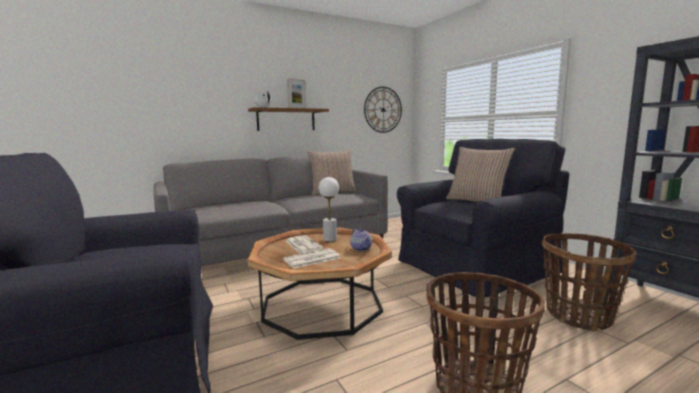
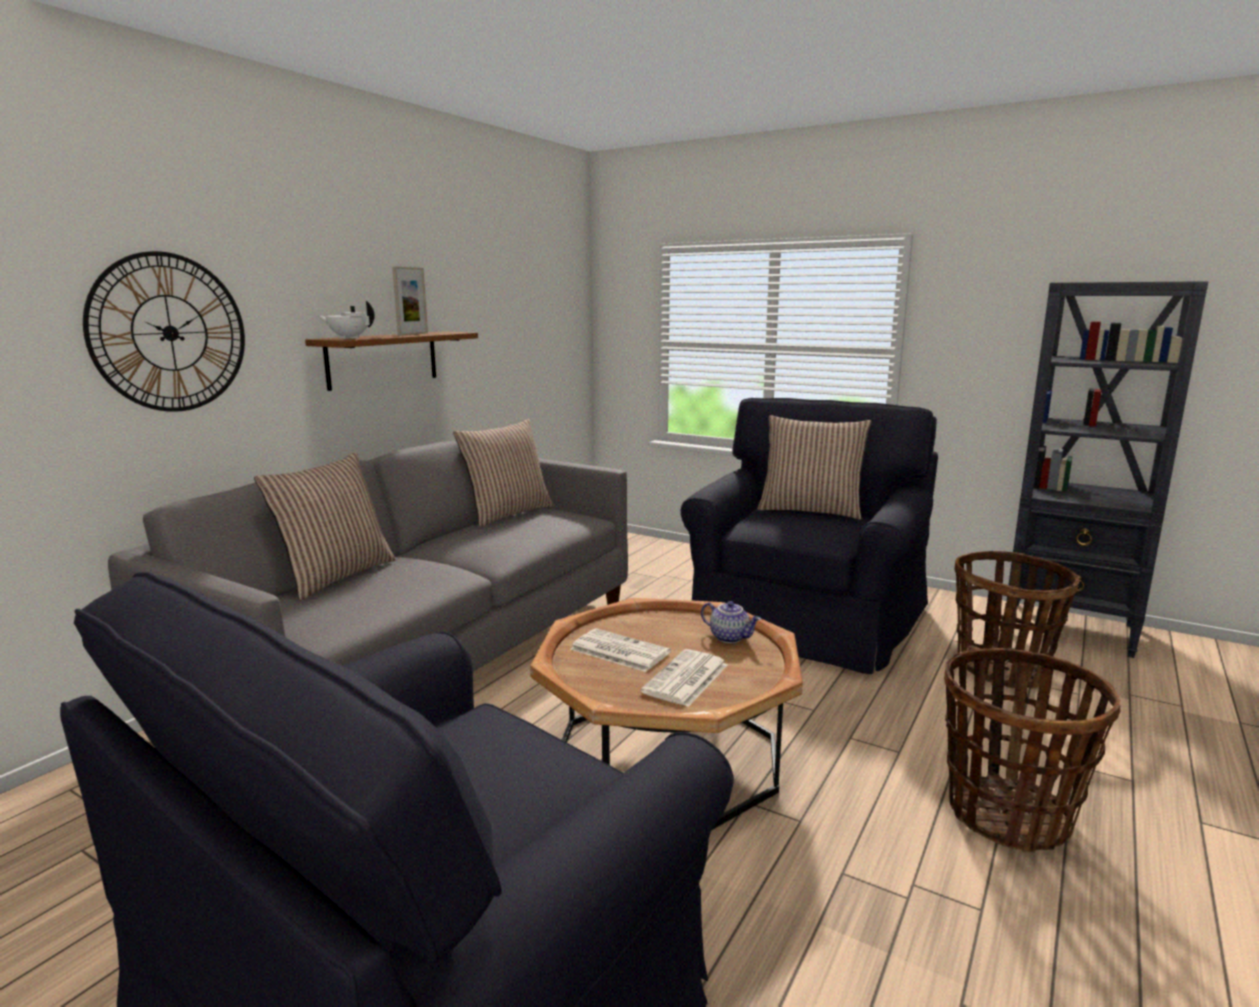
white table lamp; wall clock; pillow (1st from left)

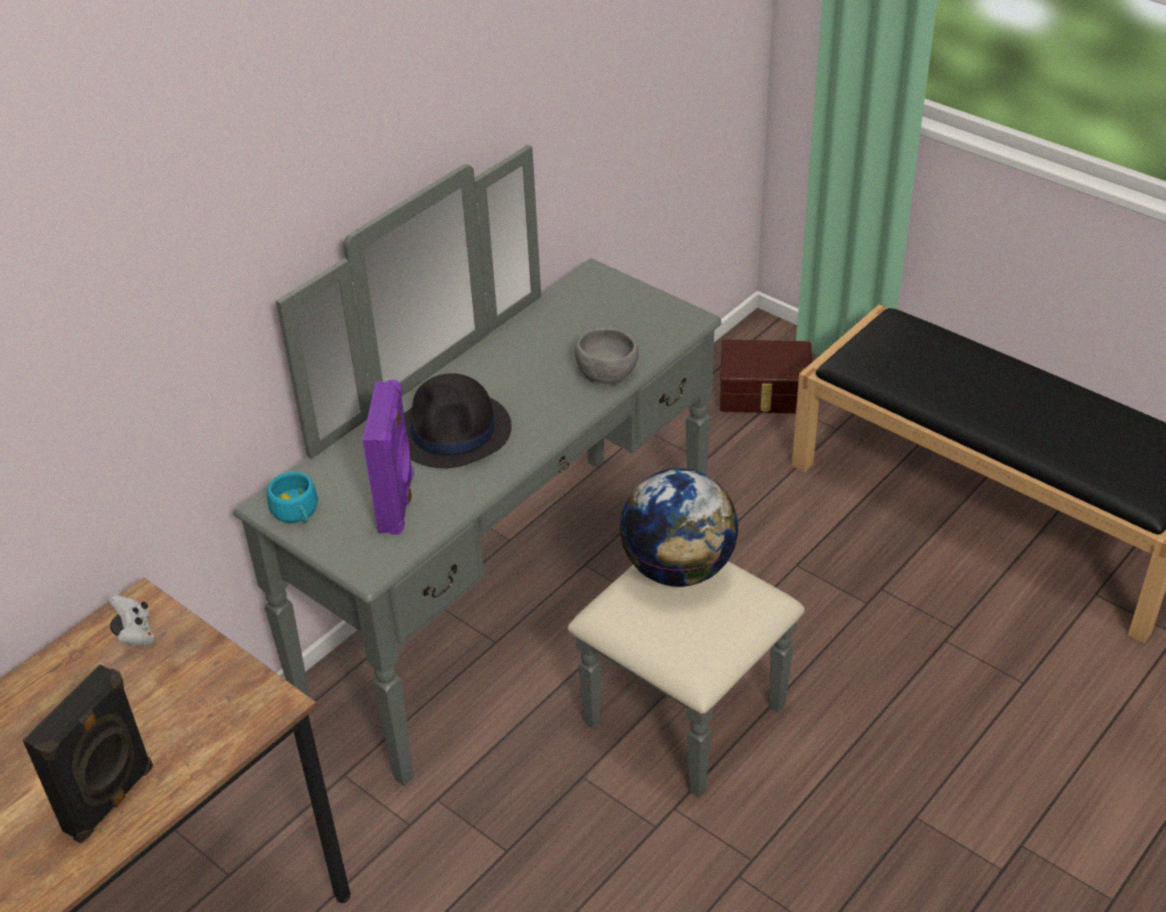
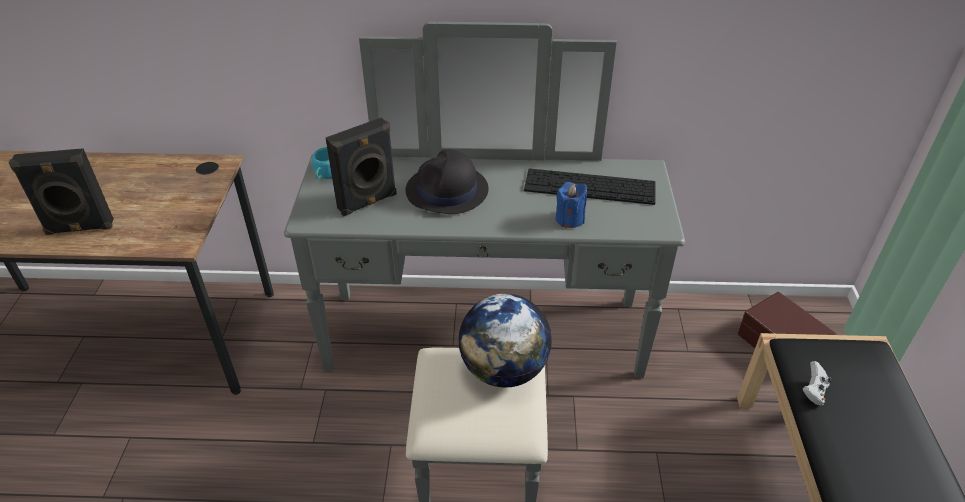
white game controller; black speaker (2nd from left); blue candle; keyboard

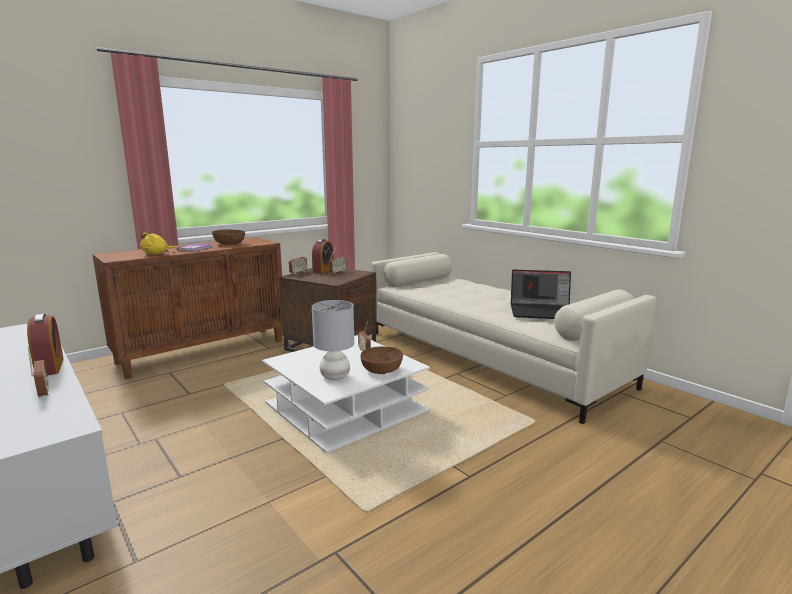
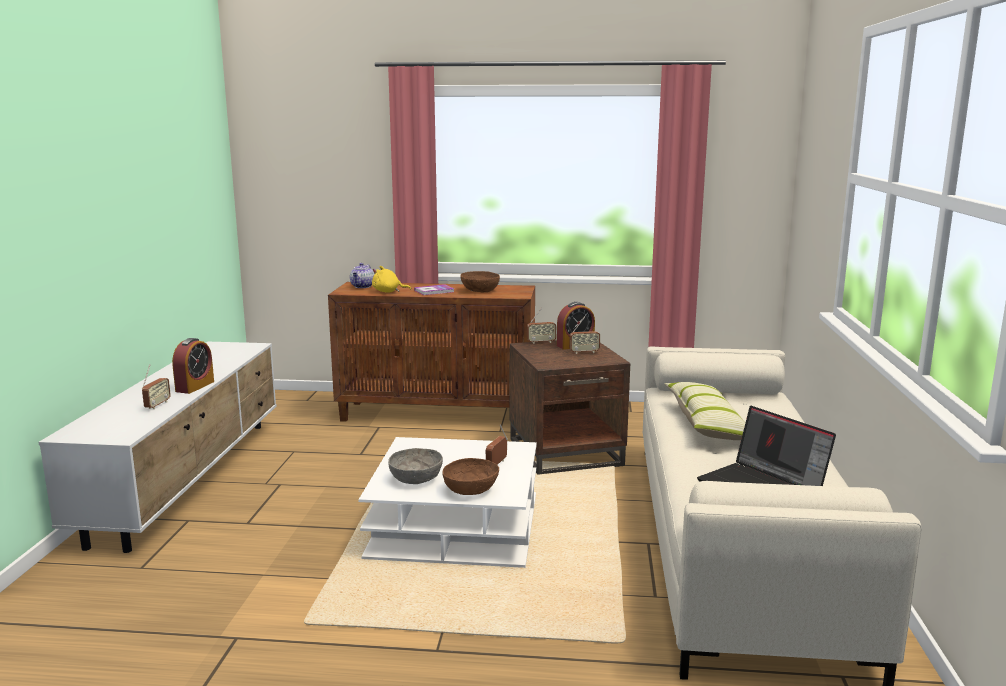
grey bowl; teapot; pillow

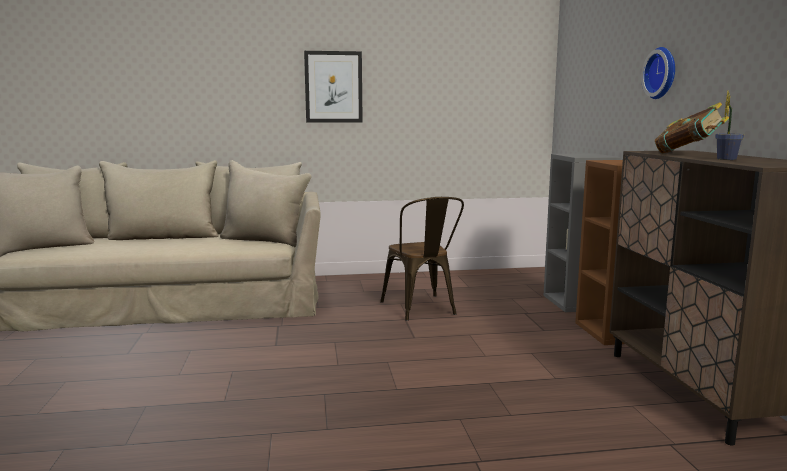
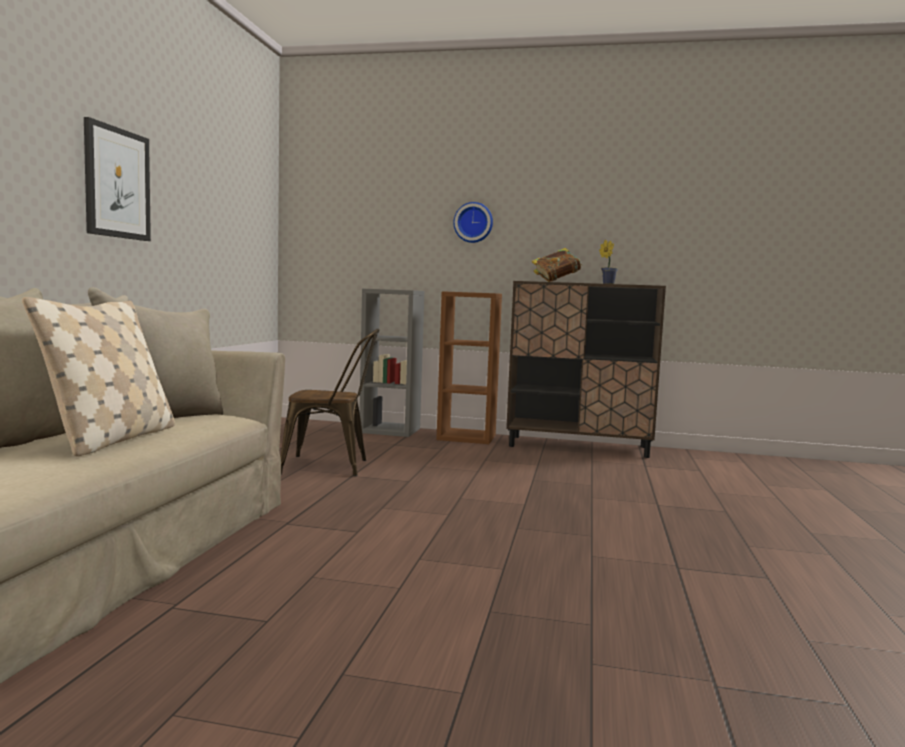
beige pillow

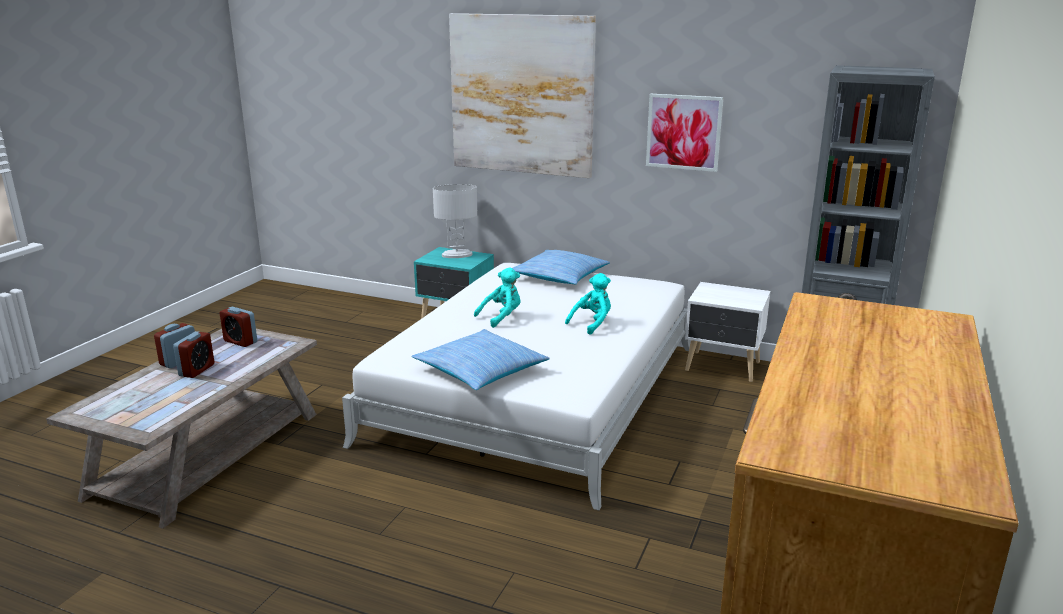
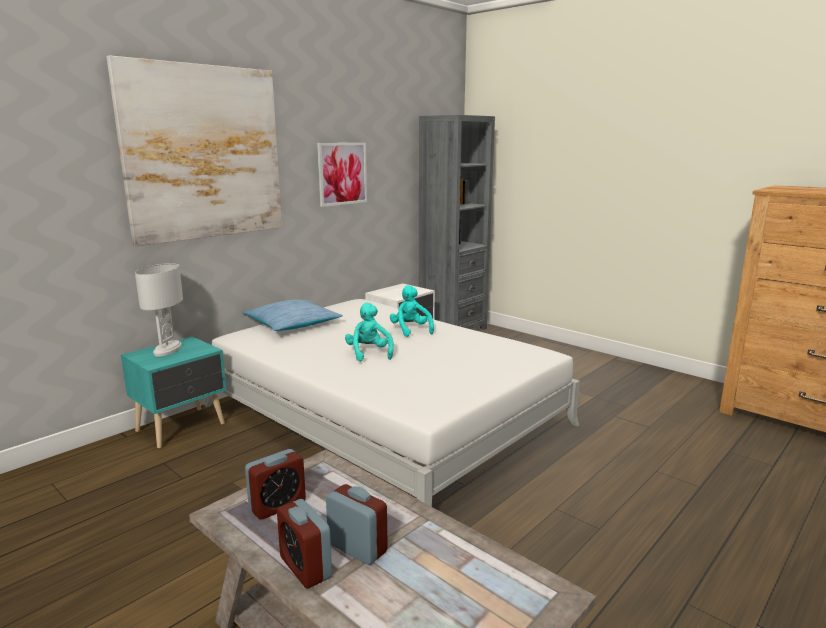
pillow (1st from left in the first image)

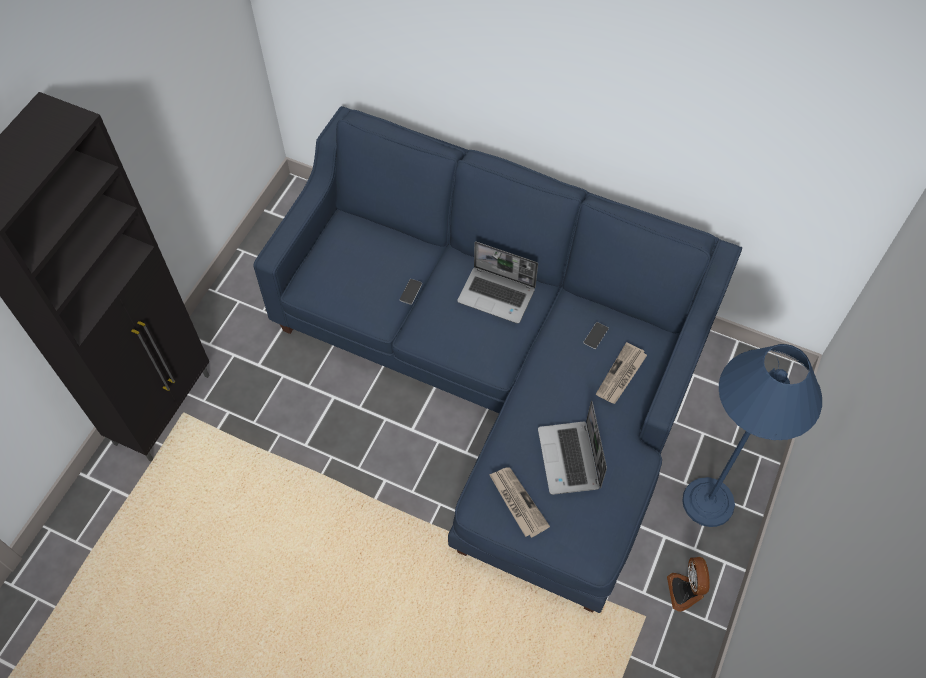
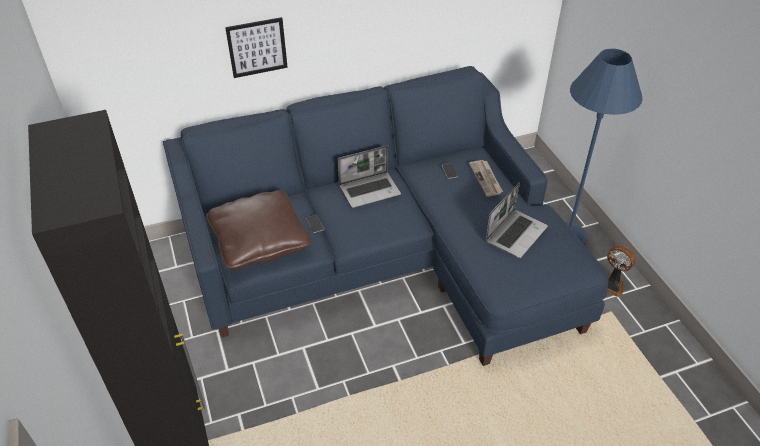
newspaper (1st from left in the first image); laptop (2nd from left); brown pillow; picture

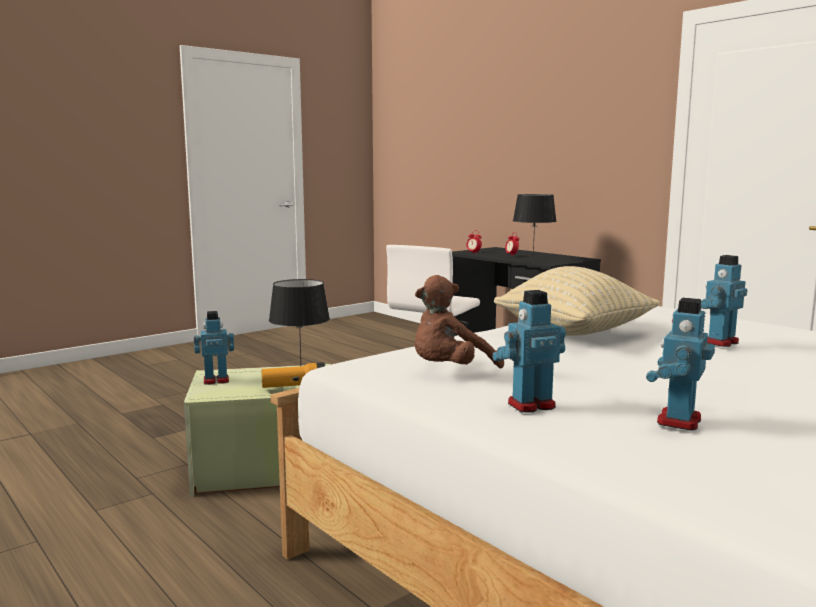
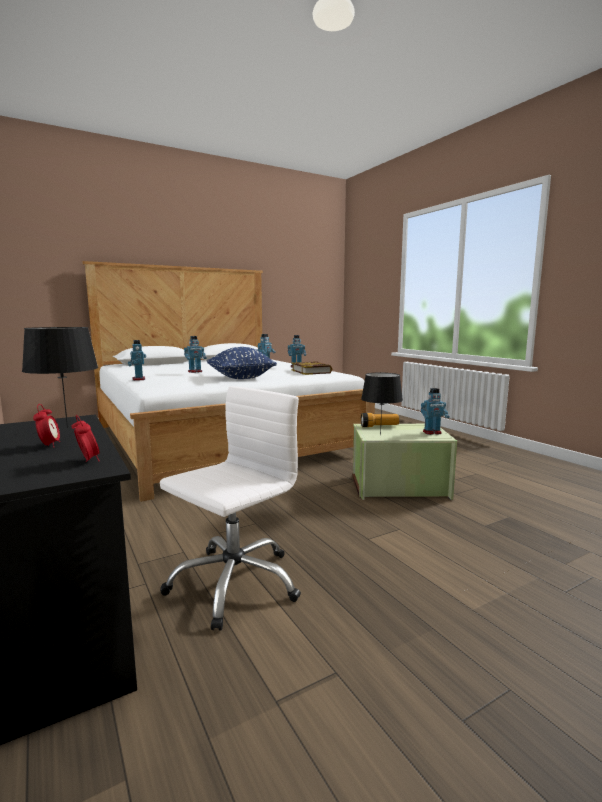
book; blue pillow; toy robot (1st from left)

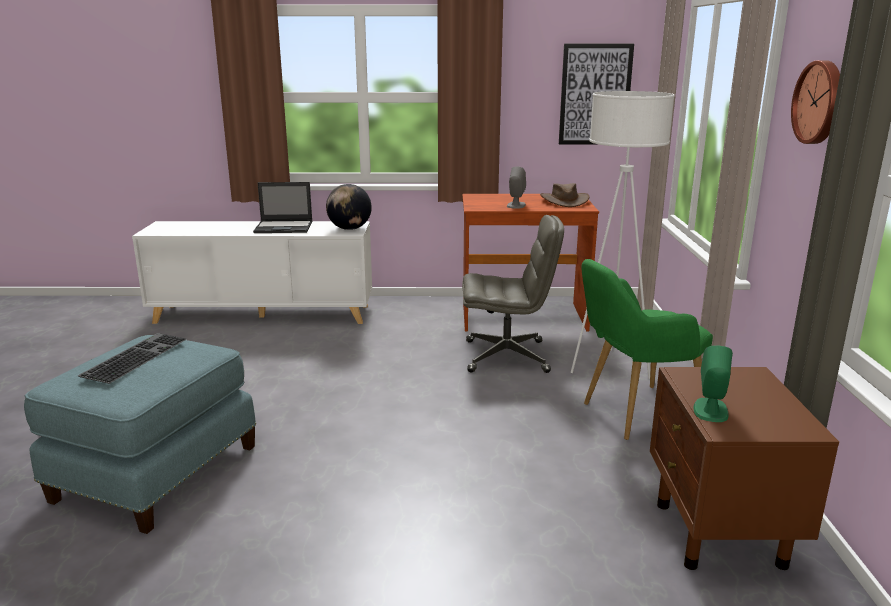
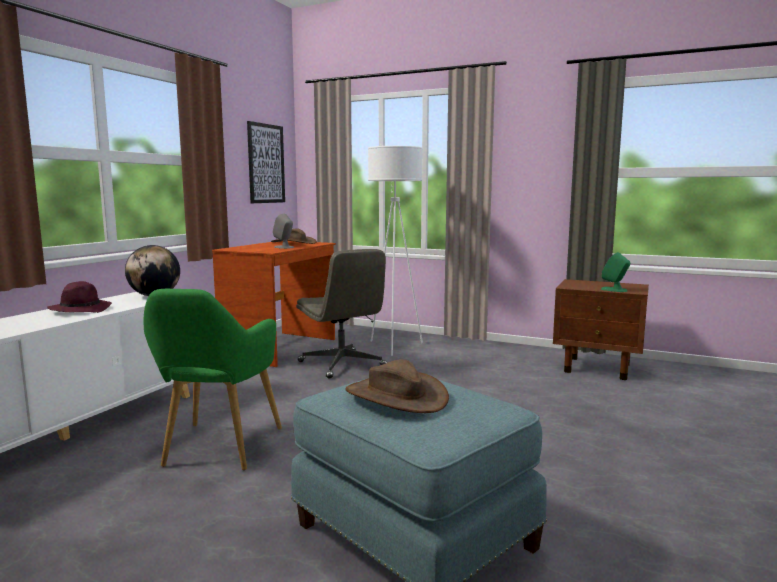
brown hat (2nd from left); purple hat; grey office chair; green armchair; wall clock

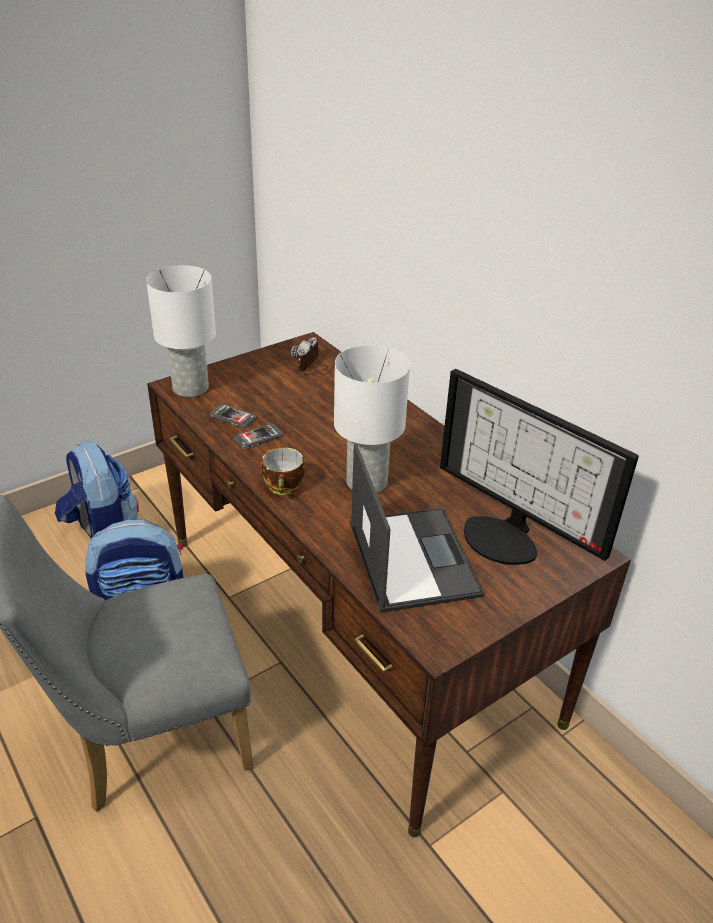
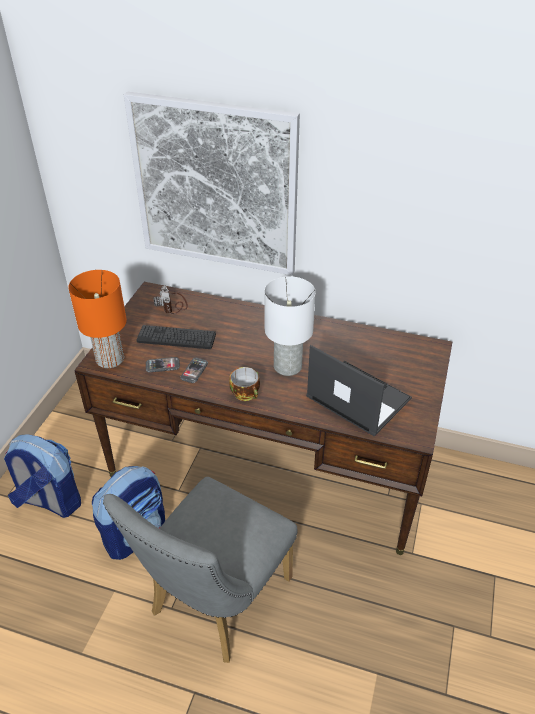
orange table lamp; monitor; picture; keyboard

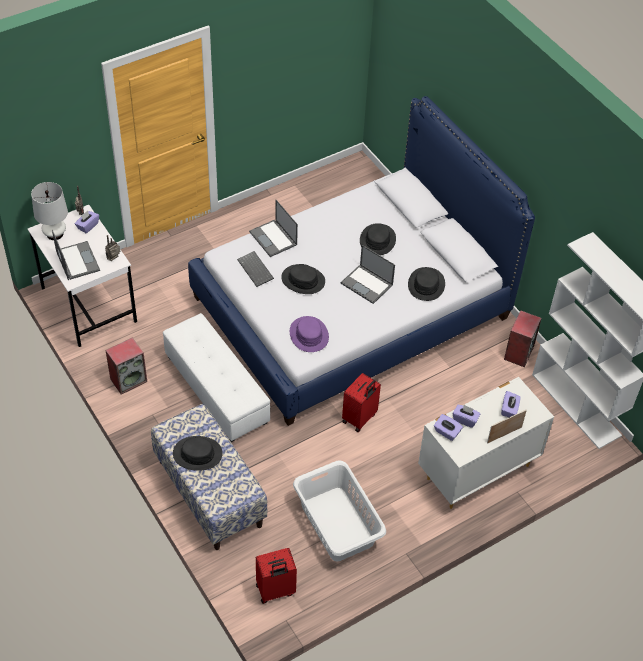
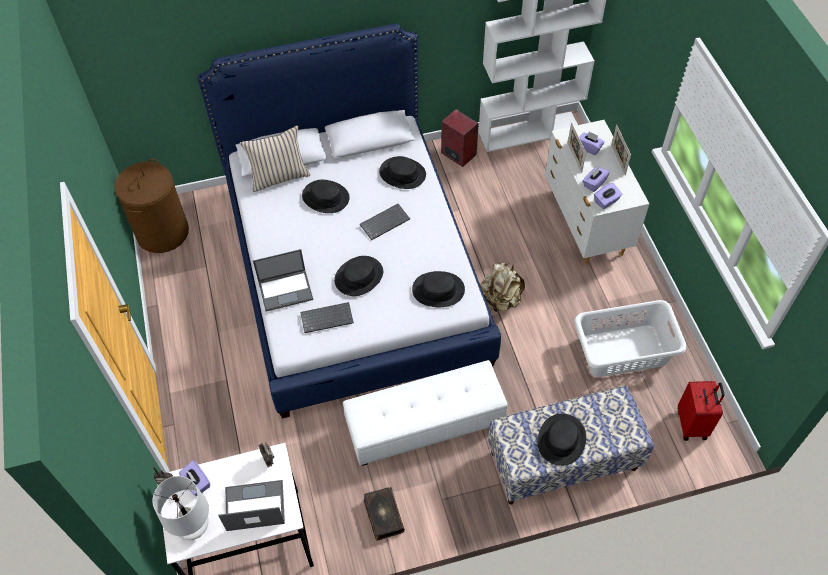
book; black hat (4th from left); keyboard (2nd from left); beige backpack; brown laundry basket; beige pillow; picture frame (1st from left)

